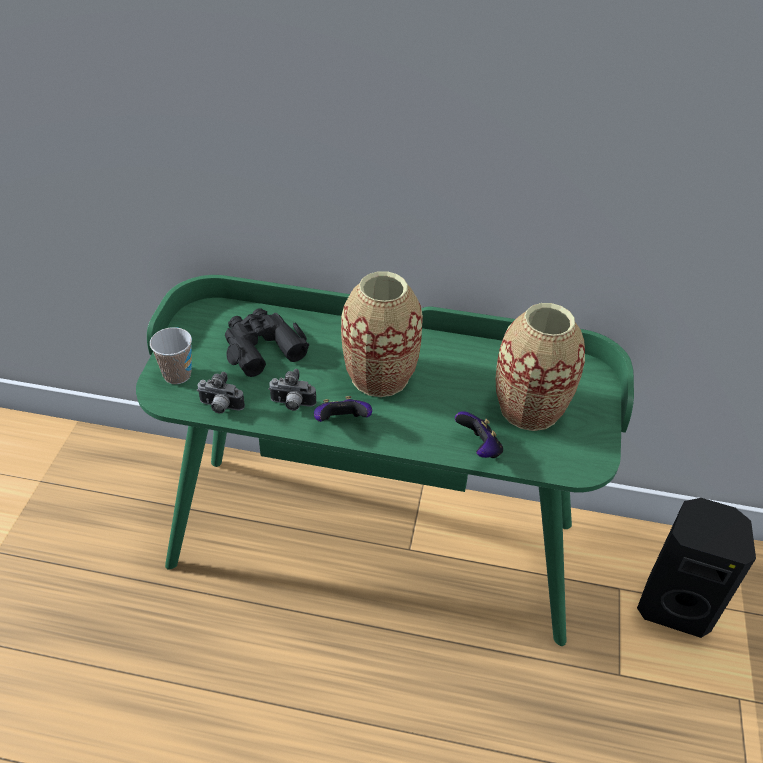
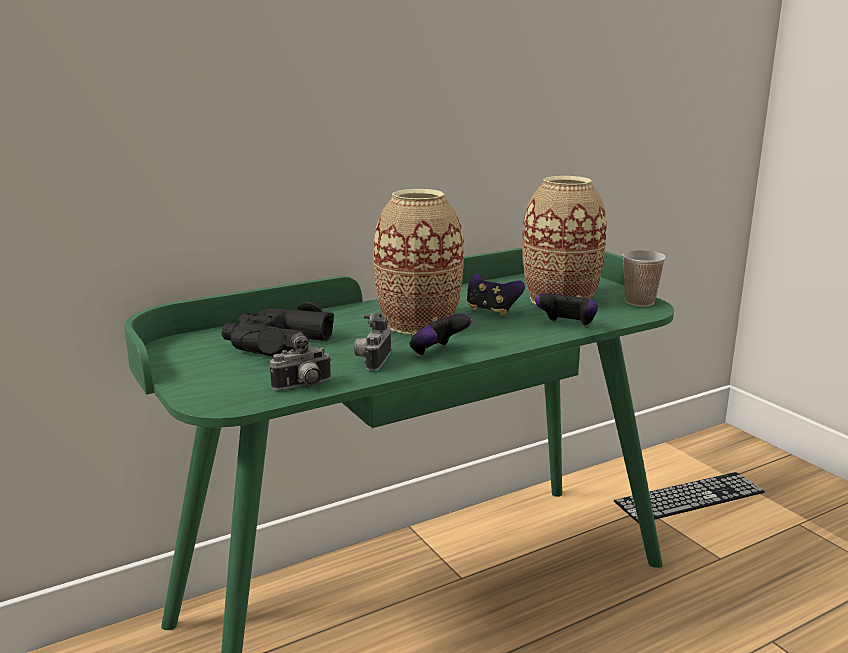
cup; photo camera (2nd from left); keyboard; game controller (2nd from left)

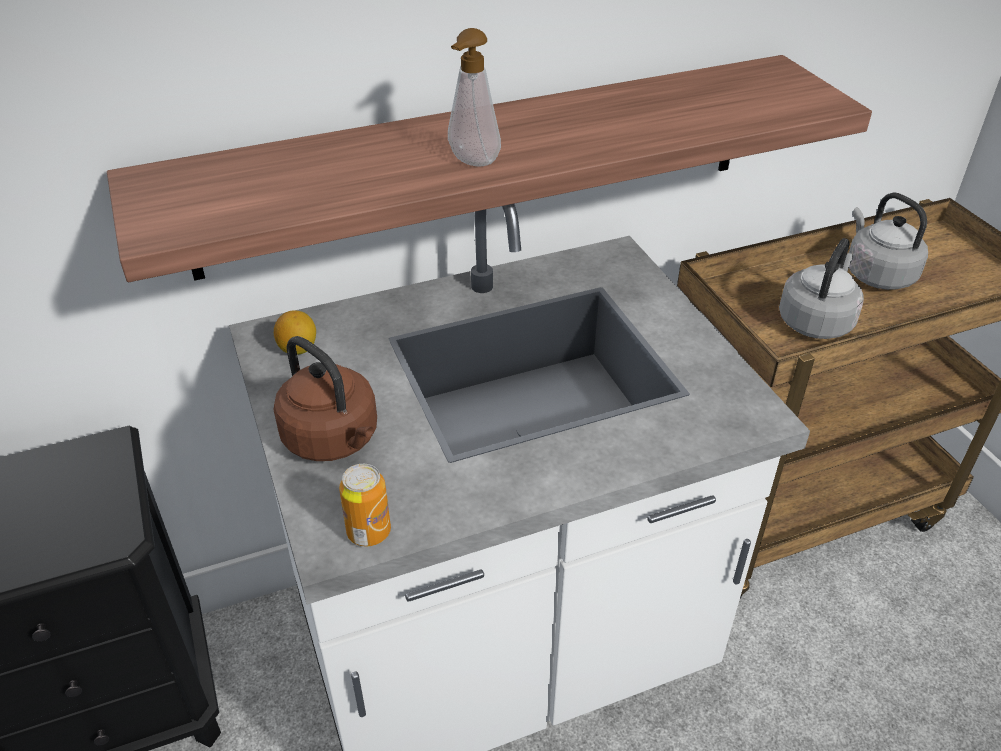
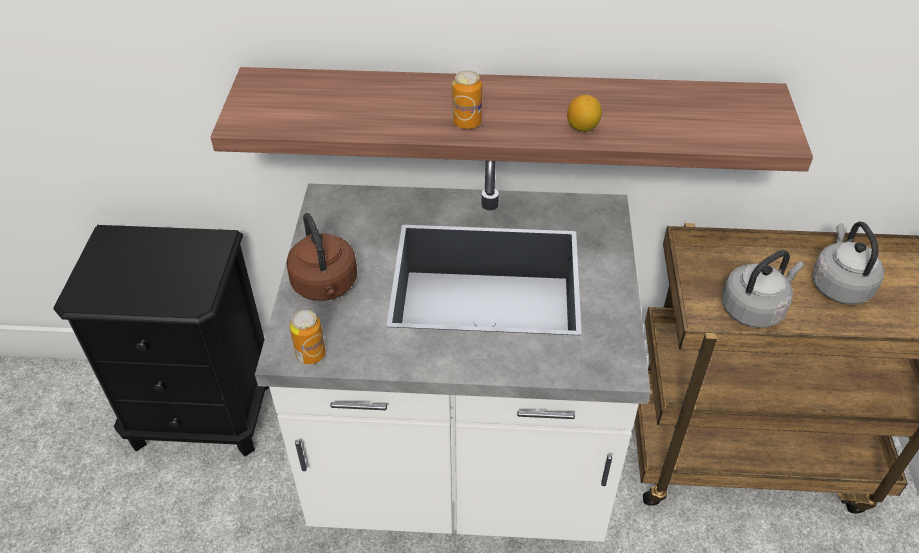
lemon; can (2nd from left)

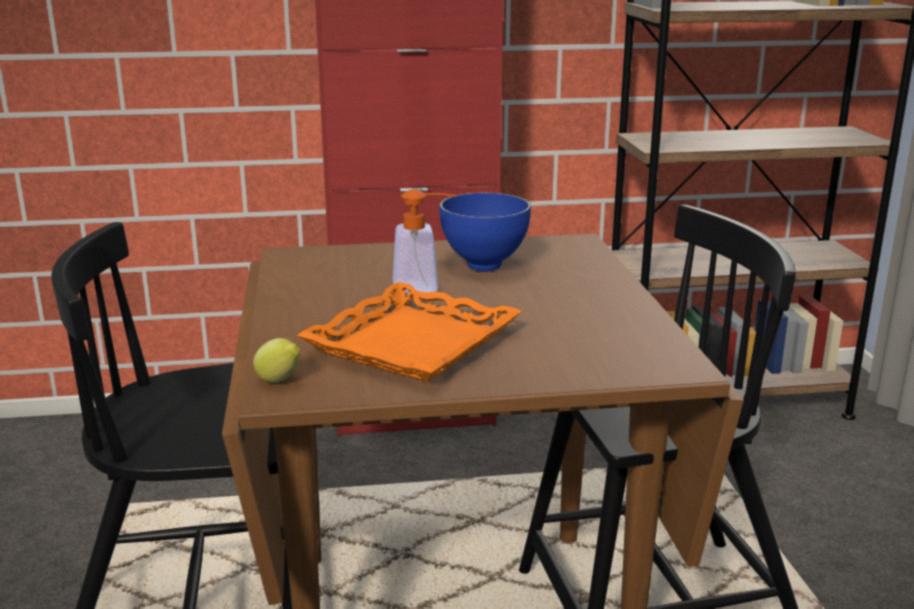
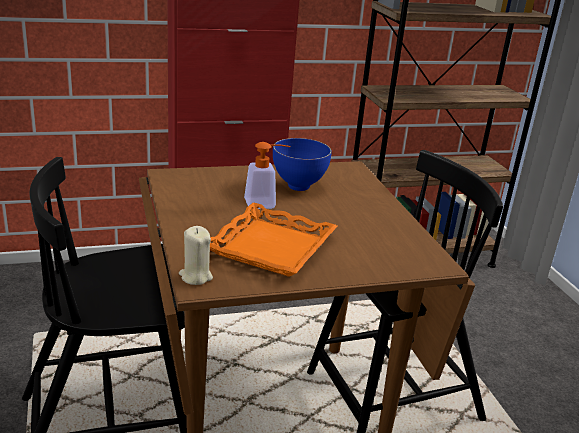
beige candle

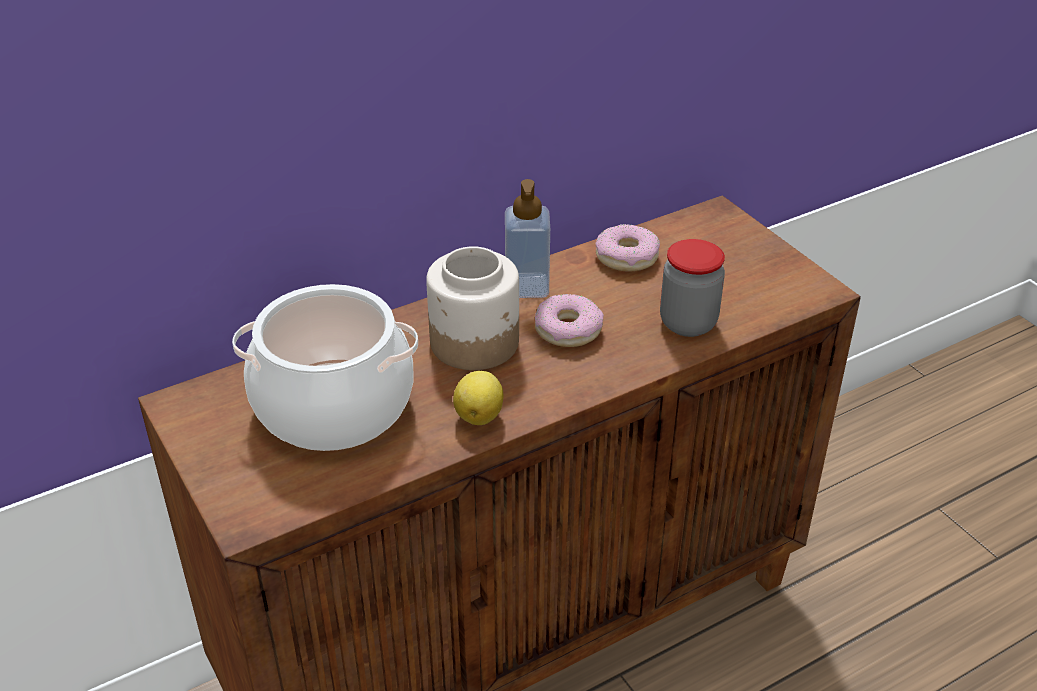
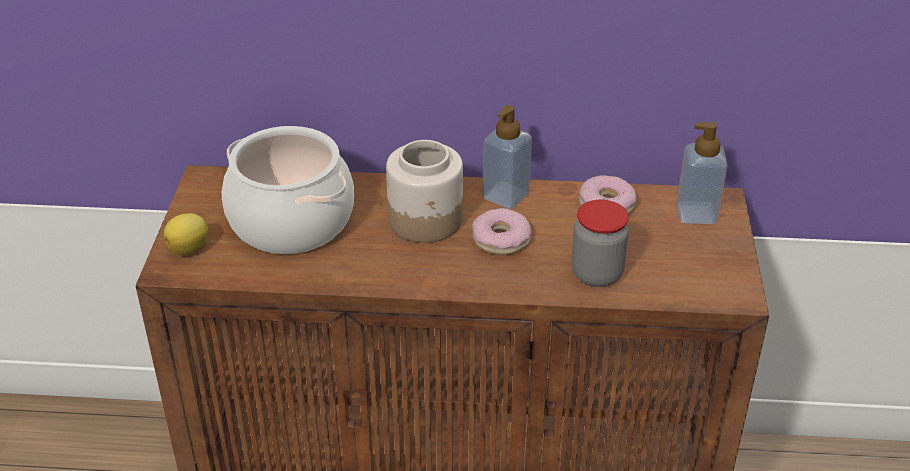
lemon; soap dispenser (2nd from left)

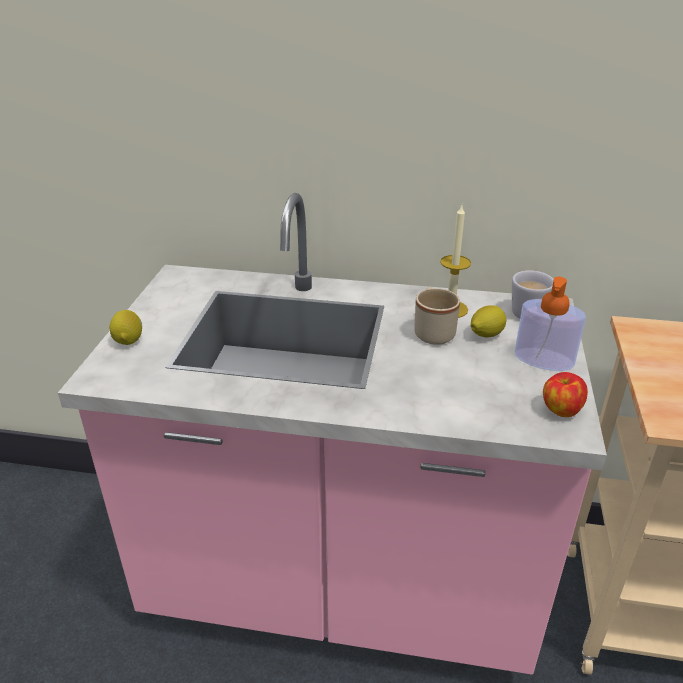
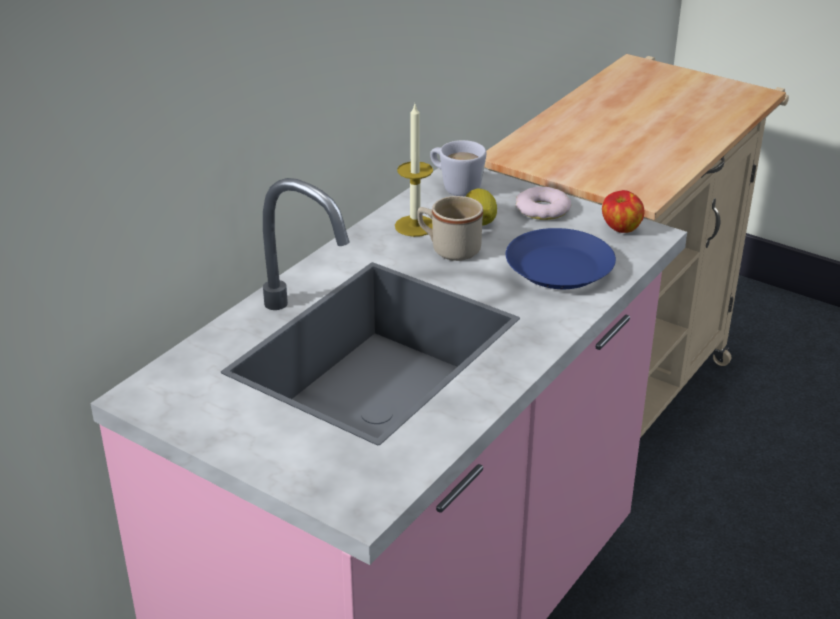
lemon (1st from left in the first image); donut; blue plate

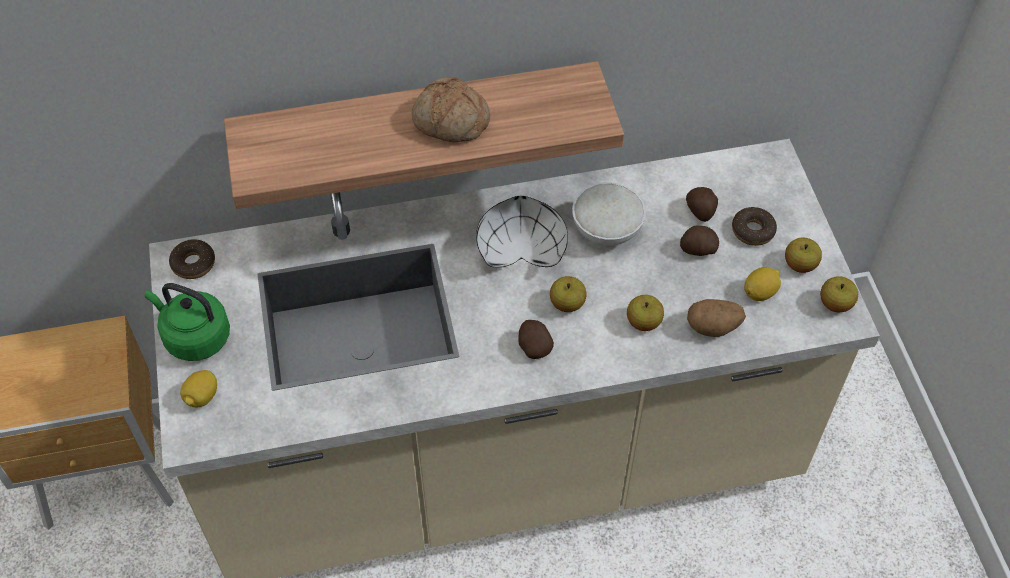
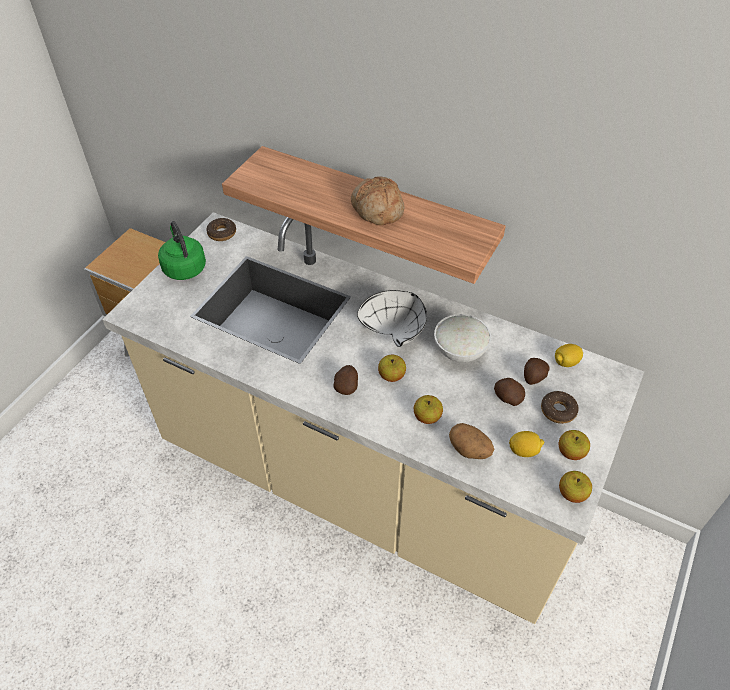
lemon (2nd from left)

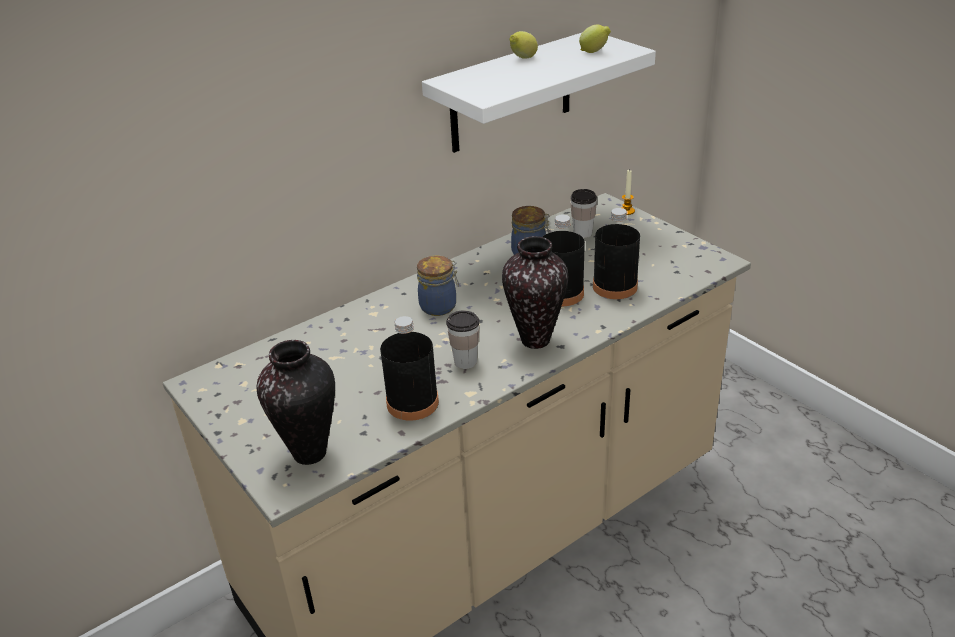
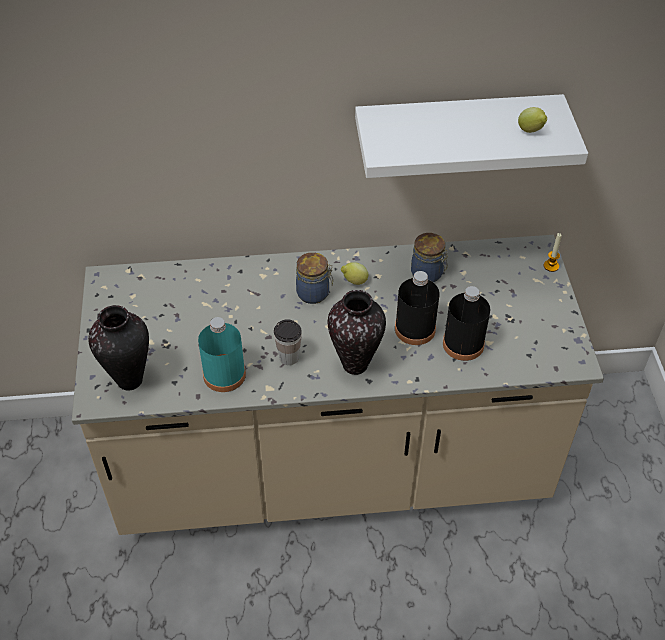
turquoise bottle; lemon (1st from left); cup (2nd from left in the first image)

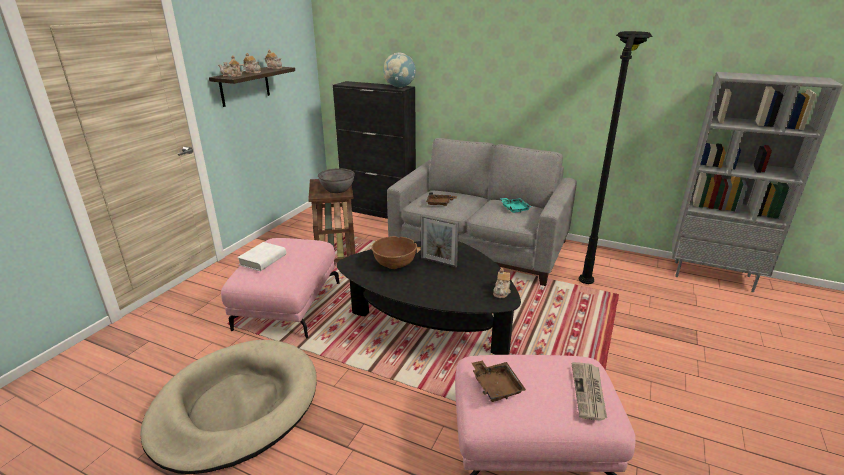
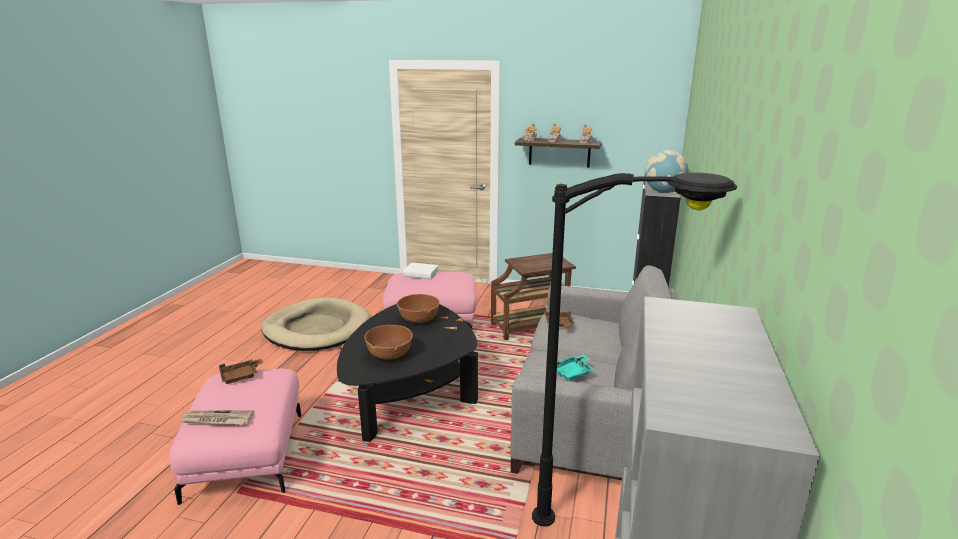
grey bowl; picture frame; teapot (4th from left in the first image); brown bowl (1st from left)

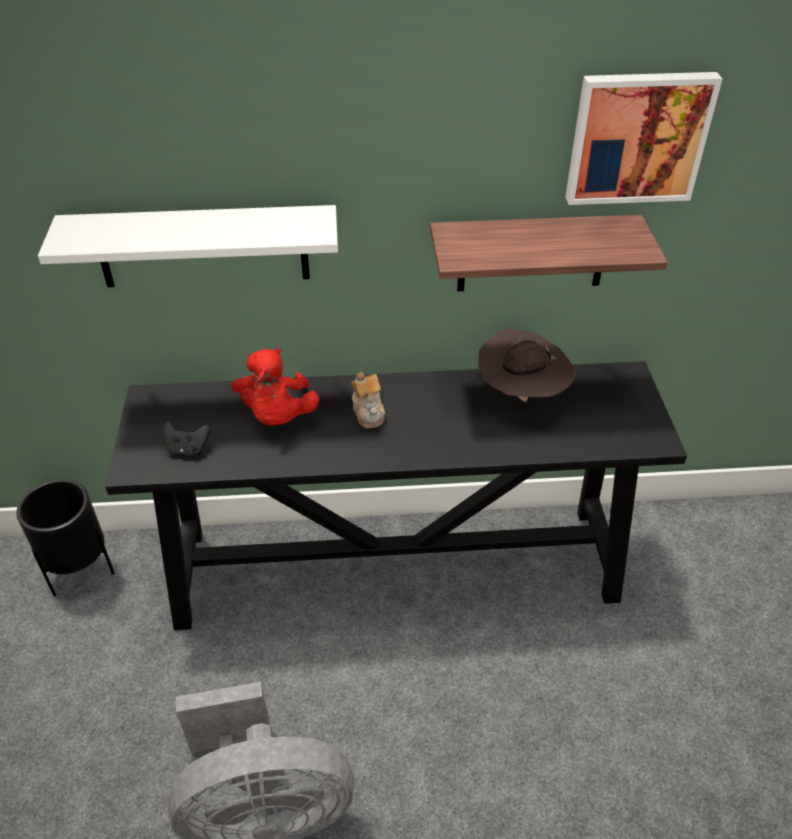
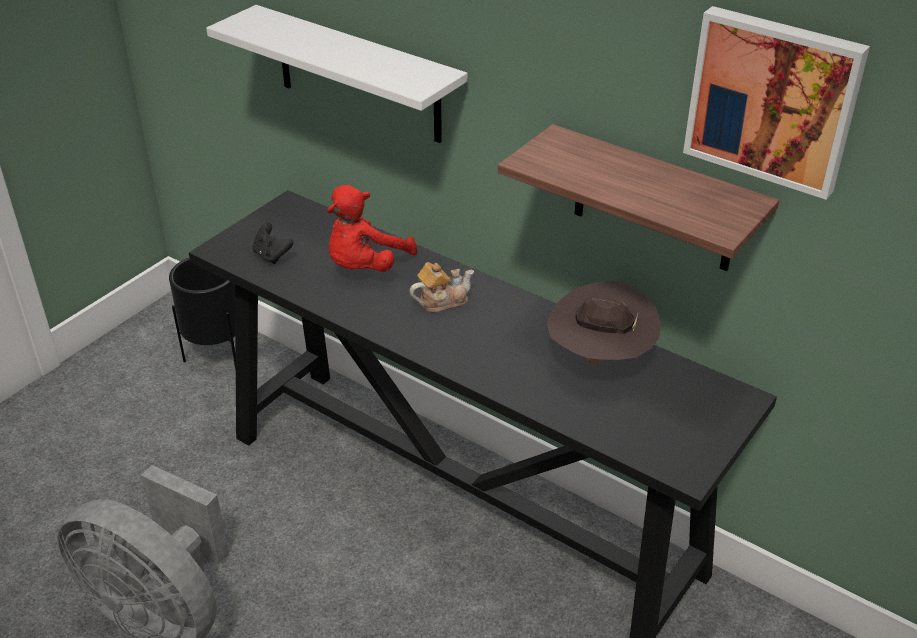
teapot

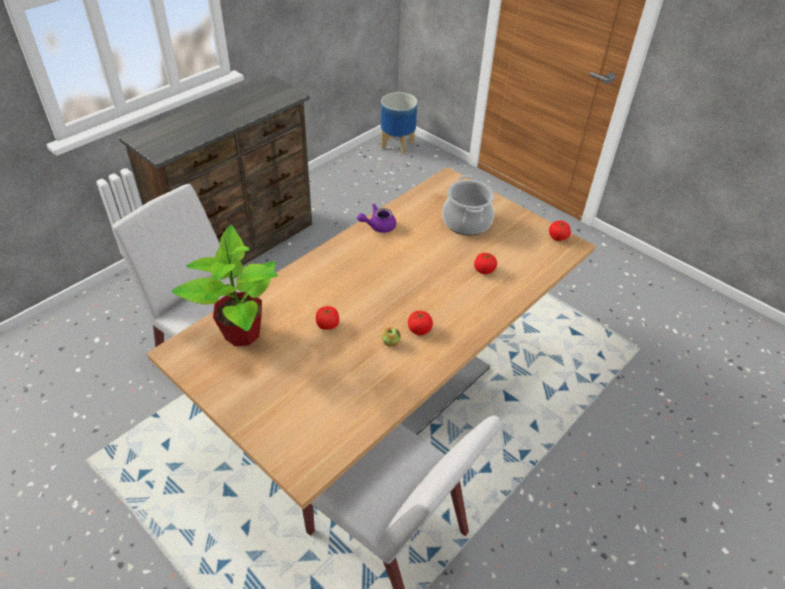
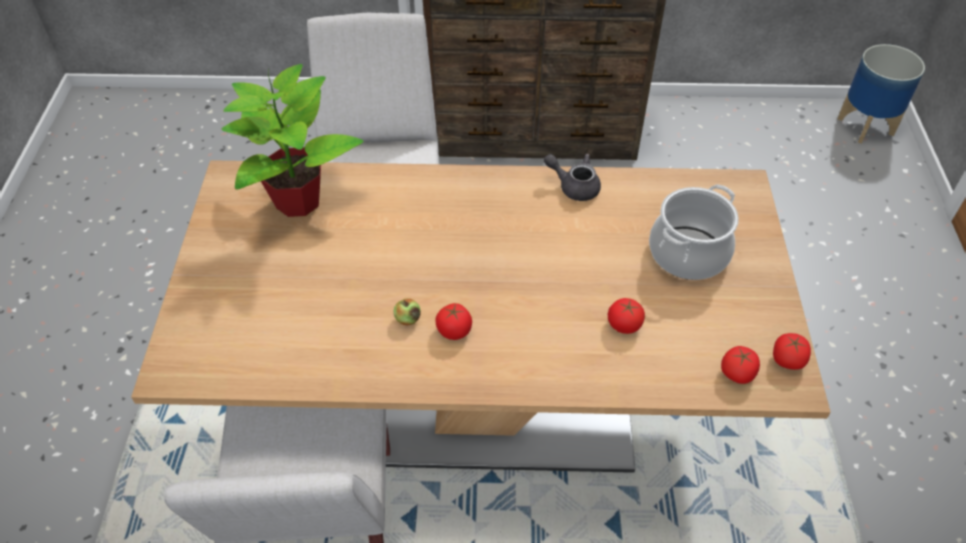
tomato (3rd from left); grey teapot

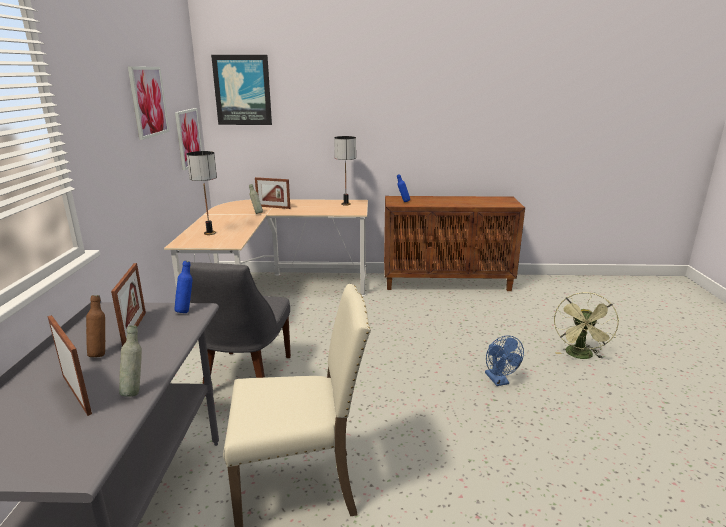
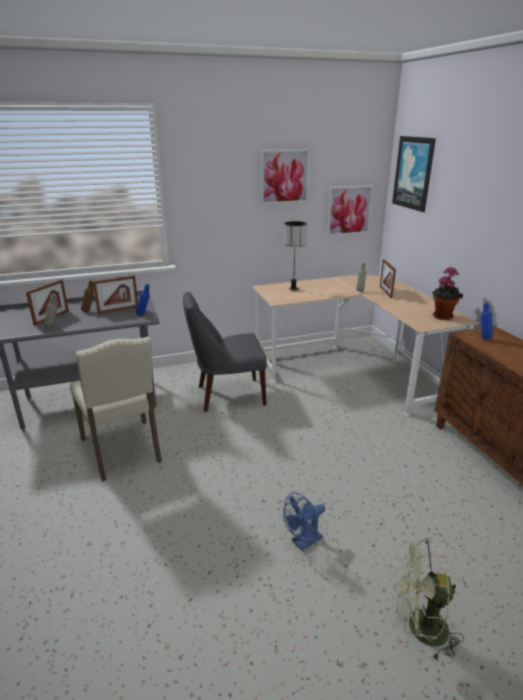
potted plant

